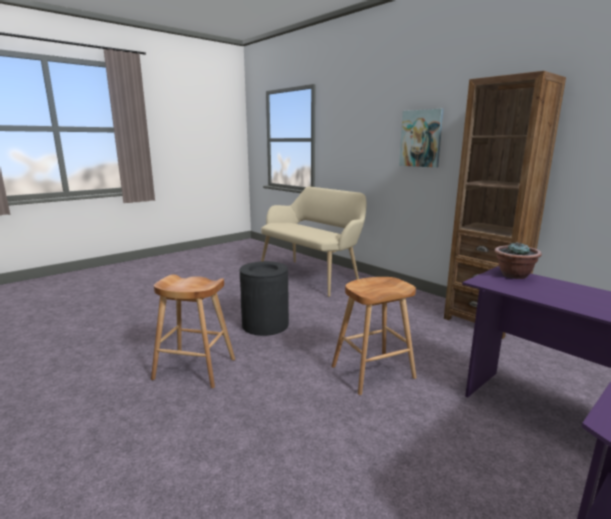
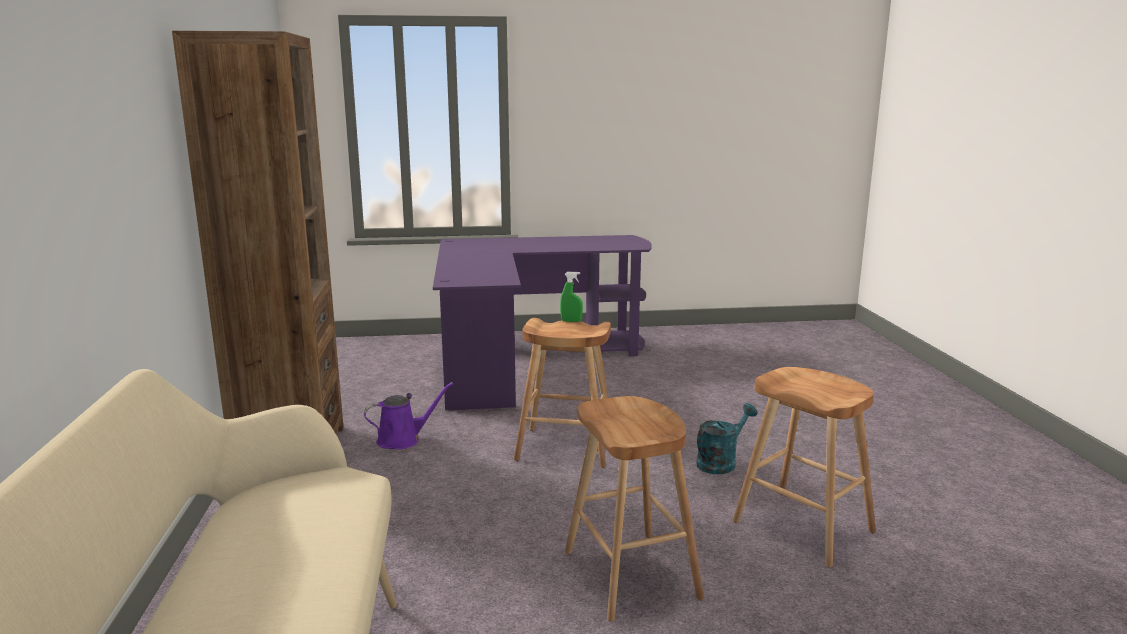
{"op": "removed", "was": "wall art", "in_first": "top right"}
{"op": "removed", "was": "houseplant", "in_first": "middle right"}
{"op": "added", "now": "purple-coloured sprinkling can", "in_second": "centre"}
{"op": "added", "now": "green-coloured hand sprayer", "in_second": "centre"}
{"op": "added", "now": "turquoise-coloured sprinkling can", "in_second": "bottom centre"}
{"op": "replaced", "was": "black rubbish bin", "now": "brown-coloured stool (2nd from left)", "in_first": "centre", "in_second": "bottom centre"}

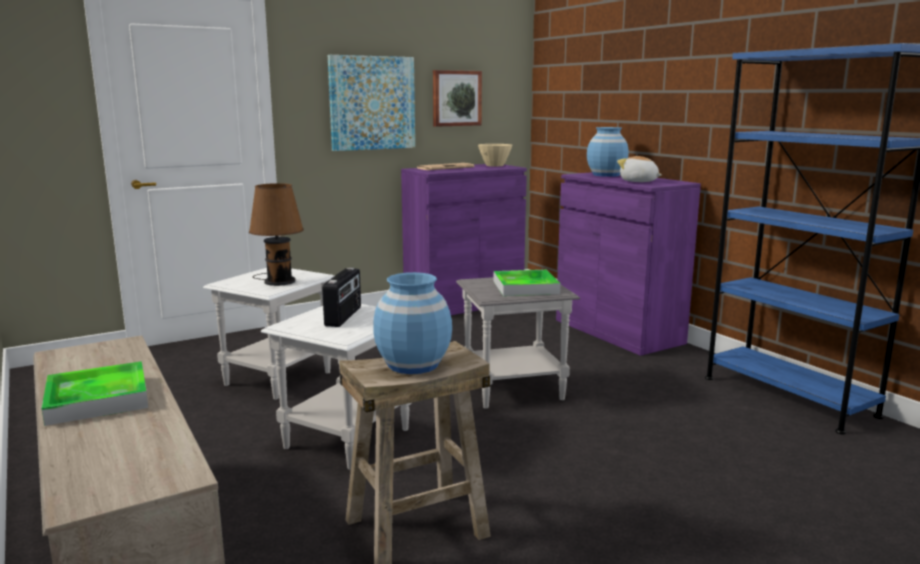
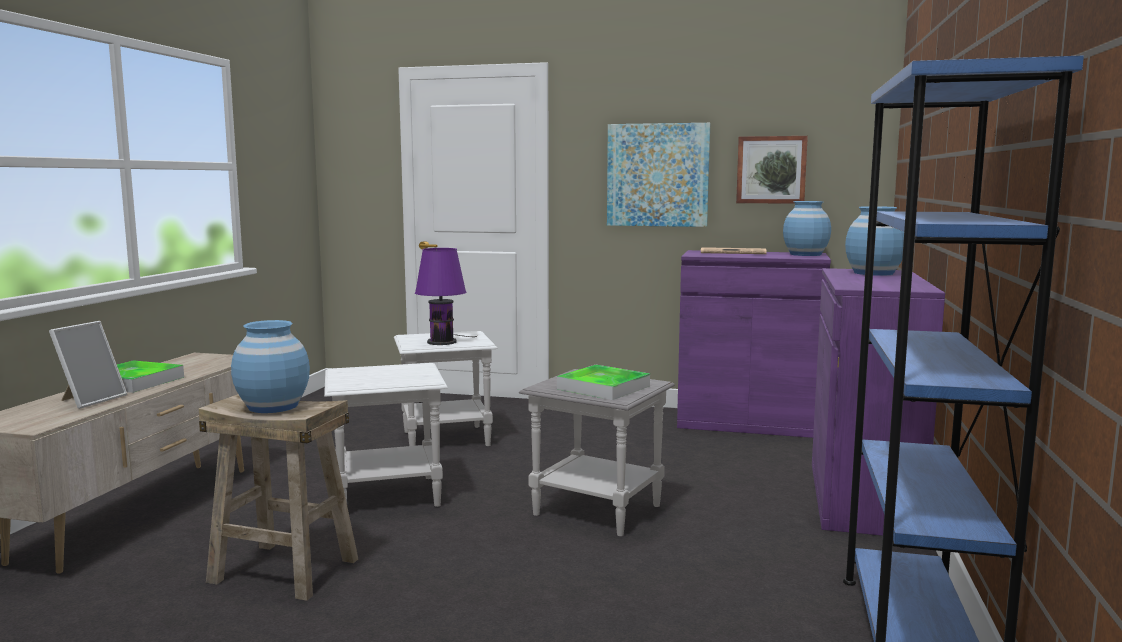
{"op": "removed", "was": "radio set", "in_first": "centre"}
{"op": "removed", "was": "cuddly toy", "in_first": "top right"}
{"op": "added", "now": "photo frame", "in_second": "middle left"}
{"op": "replaced", "was": "beige serving bowl", "now": "blue-coloured flower vase (2nd from left)", "in_first": "top centre", "in_second": "middle right"}
{"op": "recoloured", "was": "brown-coloured lamp for a table", "now": "purple-coloured lamp for a table", "in_first": "middle left", "in_second": "centre"}

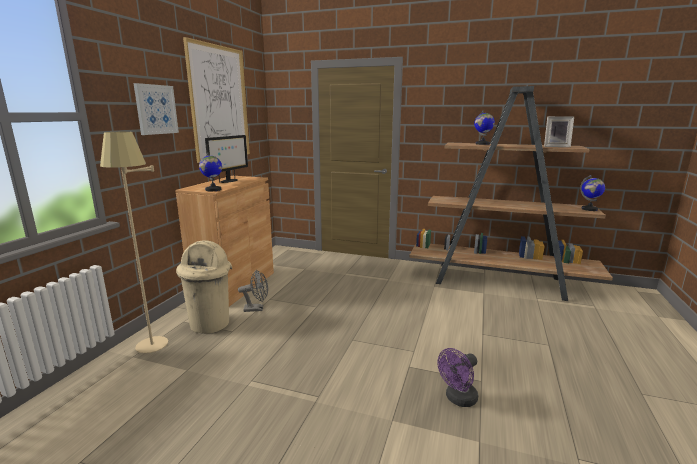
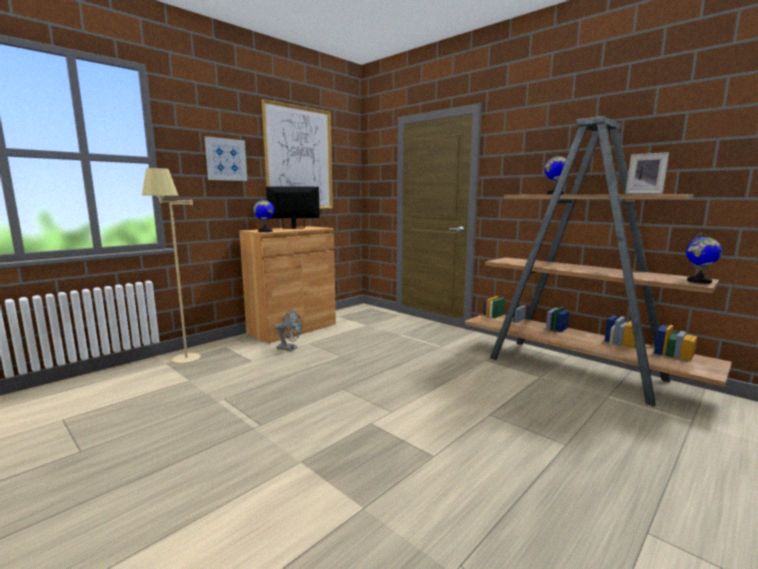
{"op": "removed", "was": "beige rubbish bin", "in_first": "middle left"}
{"op": "removed", "was": "purple-coloured cooling fan", "in_first": "bottom centre"}
{"op": "turned", "was": "computer screen", "in_first": "middle left", "in_second": "centre", "clockwise": -150}

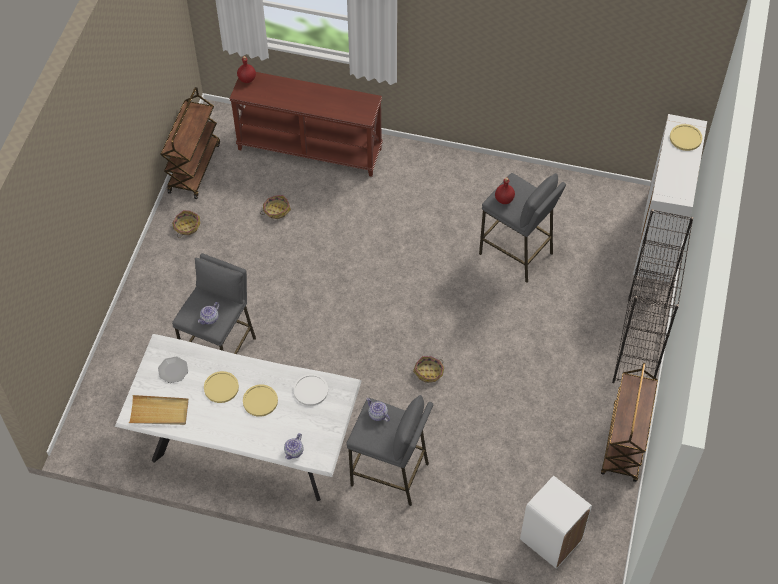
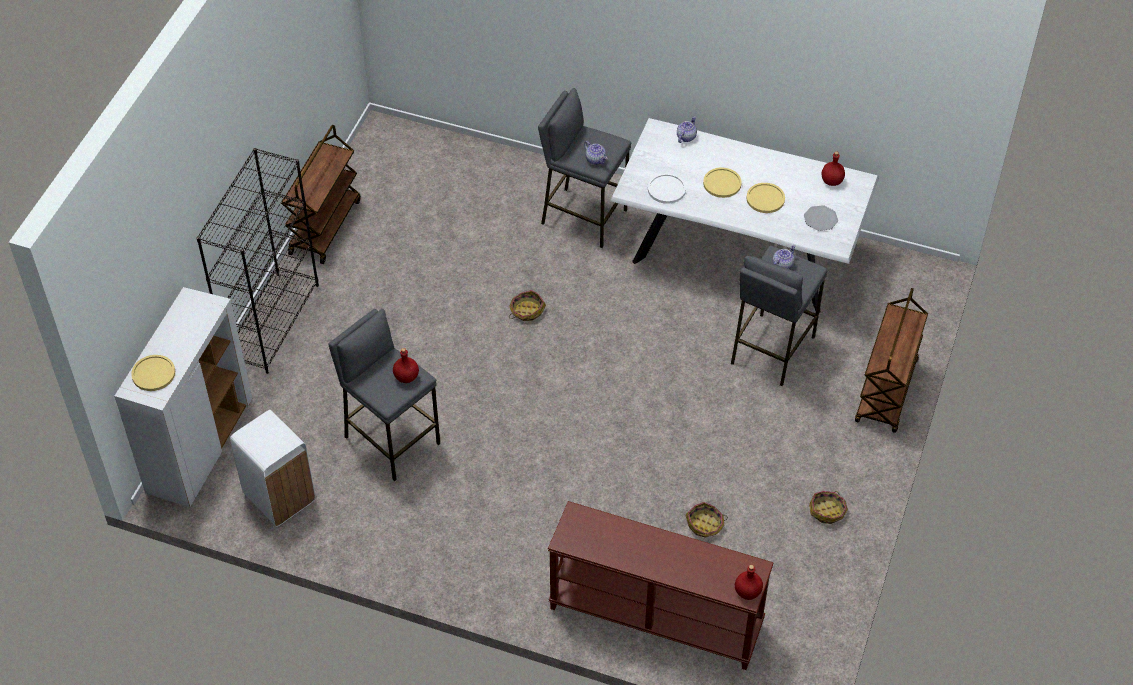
{"op": "moved", "was": "brown-coloured cart (1st from left in the first image)", "now": "brown-coloured cart (2nd from left)", "in_first": "top left", "in_second": "middle right"}
{"op": "moved", "was": "white rubbish bin", "in_first": "bottom right", "in_second": "bottom left"}
{"op": "replaced", "was": "beige tray", "now": "red bottle (3rd from left)", "in_first": "bottom left", "in_second": "top right"}

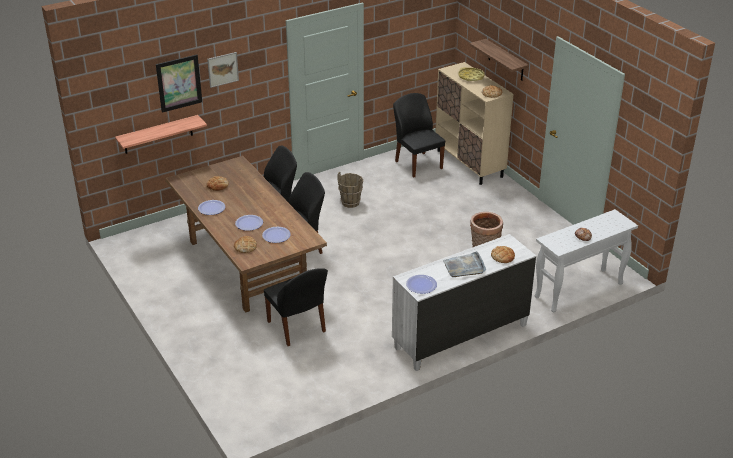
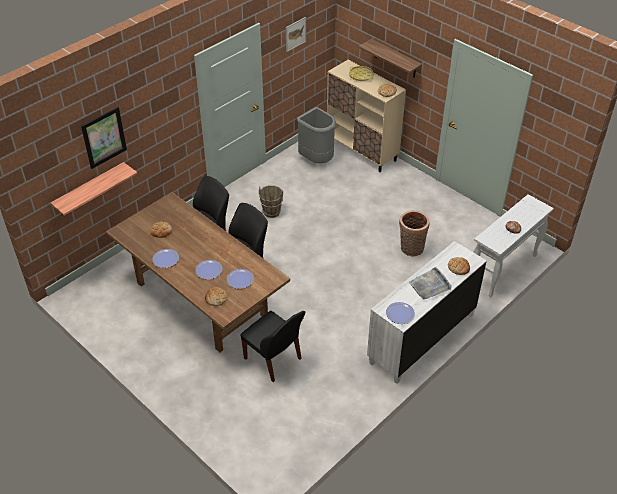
{"op": "moved", "was": "wall art (2nd from left)", "in_first": "top left", "in_second": "top centre"}
{"op": "replaced", "was": "black plain chair (4th from left)", "now": "greyish rubbish bin", "in_first": "top centre", "in_second": "top centre"}

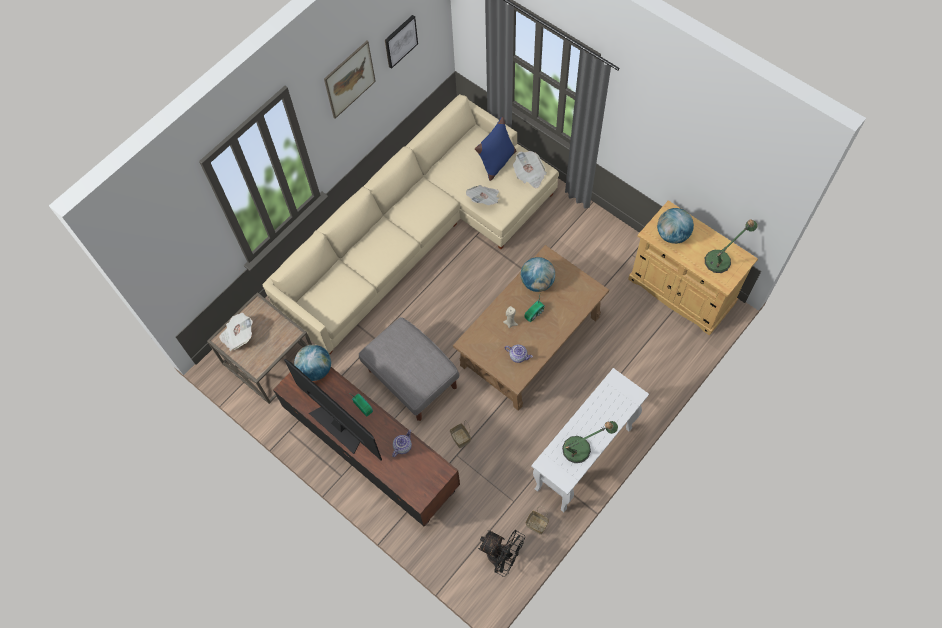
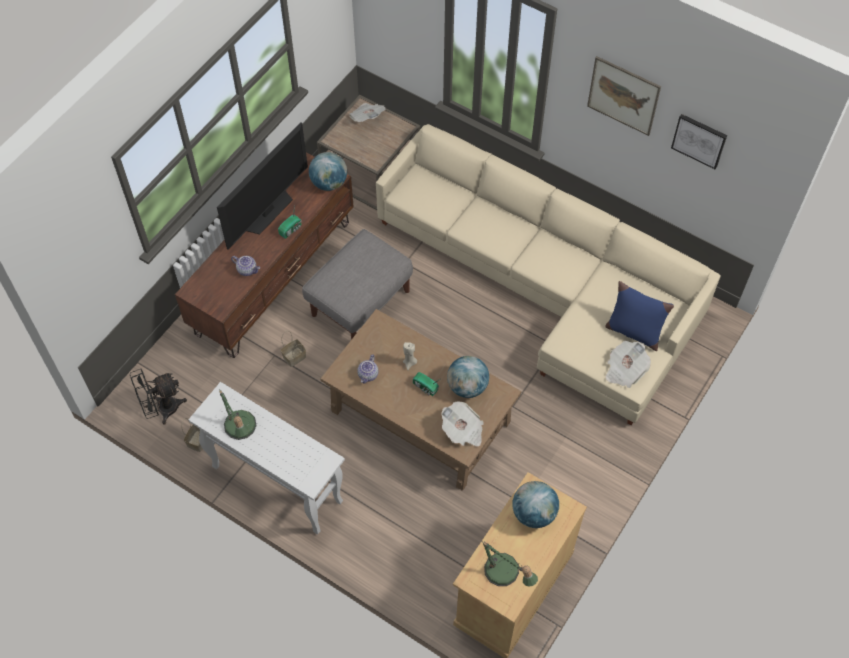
{"op": "moved", "was": "printed paper (2nd from left)", "in_first": "top centre", "in_second": "centre"}
{"op": "turned", "was": "black cooling fan", "in_first": "bottom centre", "in_second": "middle left", "clockwise": 45}

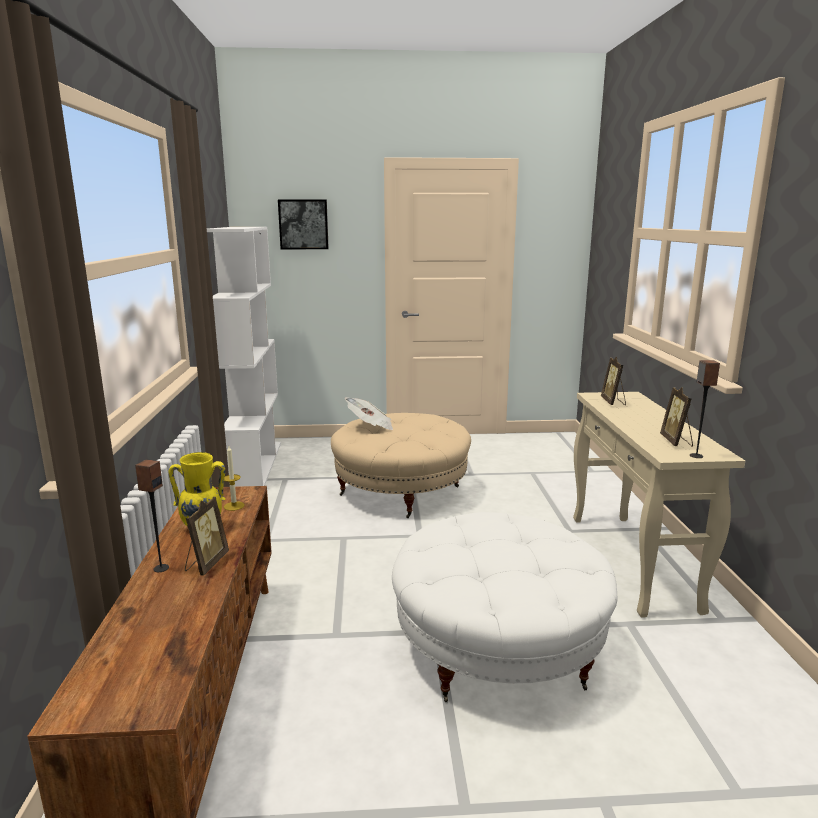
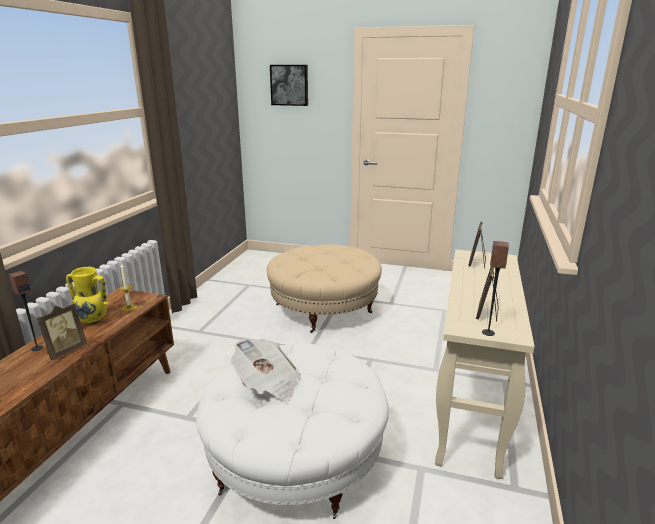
{"op": "removed", "was": "white bookcase", "in_first": "middle left"}
{"op": "moved", "was": "printed paper", "in_first": "centre", "in_second": "bottom centre"}

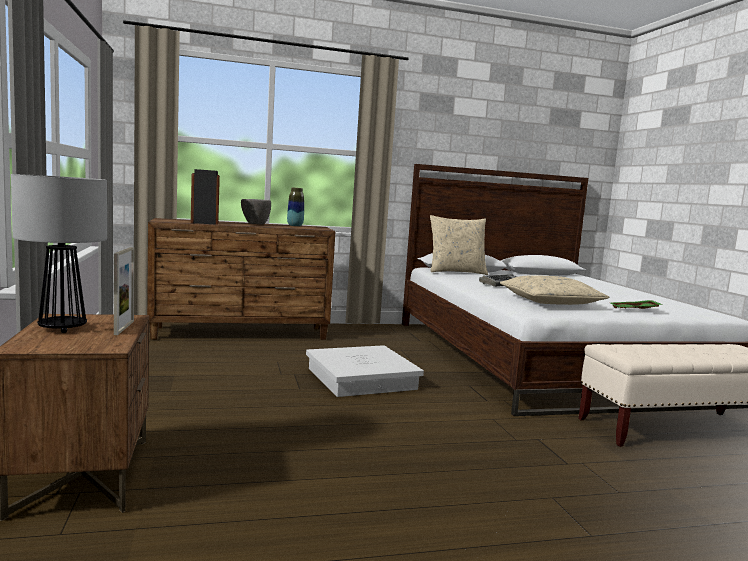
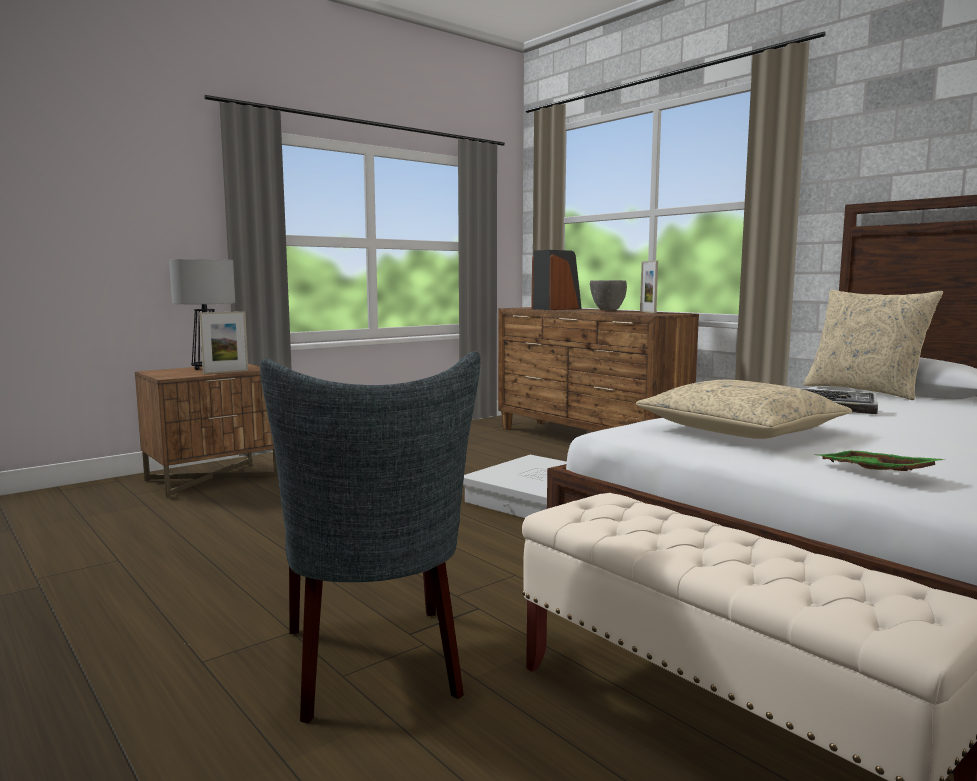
{"op": "added", "now": "greyish plain chair", "in_second": "bottom centre"}
{"op": "replaced", "was": "flower vase", "now": "photo frame (2nd from left)", "in_first": "centre", "in_second": "centre"}

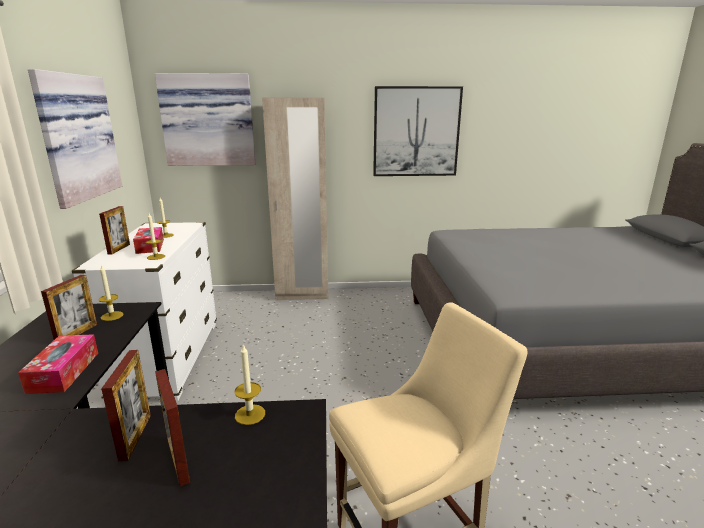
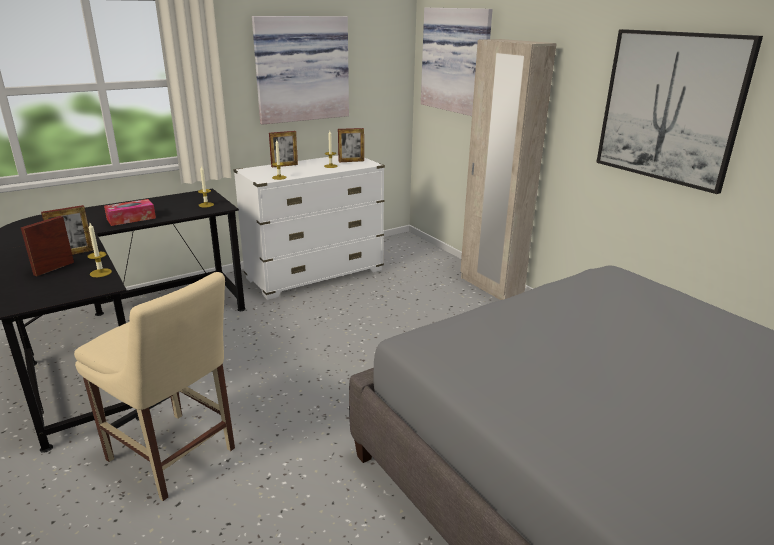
{"op": "removed", "was": "tissue holder (2nd from left)", "in_first": "middle left"}
{"op": "moved", "was": "photo frame (1st from left in the first image)", "now": "photo frame (4th from left)", "in_first": "middle left", "in_second": "top centre"}

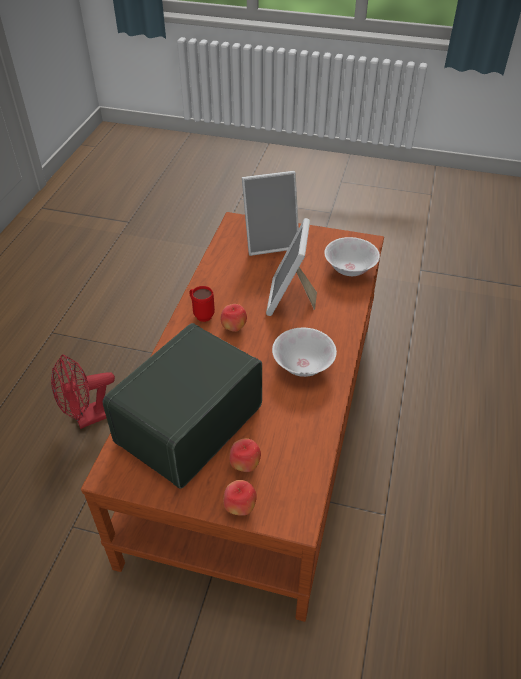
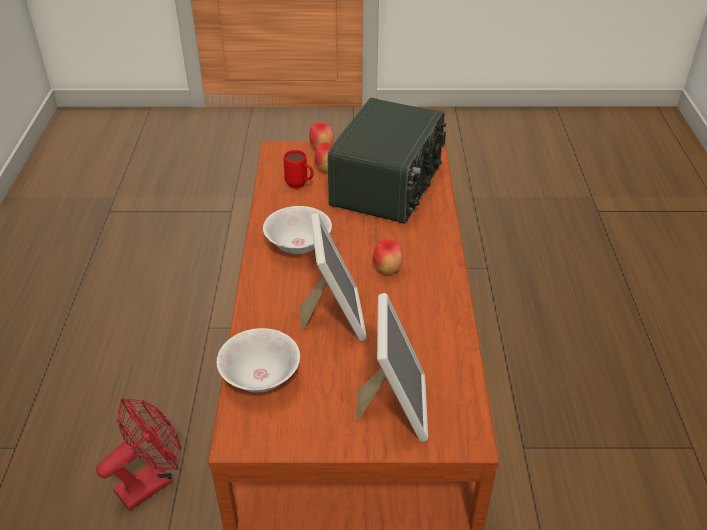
{"op": "moved", "was": "red cooling fan", "in_first": "middle left", "in_second": "bottom left"}
{"op": "moved", "was": "red tea mug", "in_first": "centre", "in_second": "top centre"}
{"op": "turned", "was": "photo frame (1st from left in the first image)", "in_first": "top centre", "in_second": "bottom centre", "clockwise": 120}

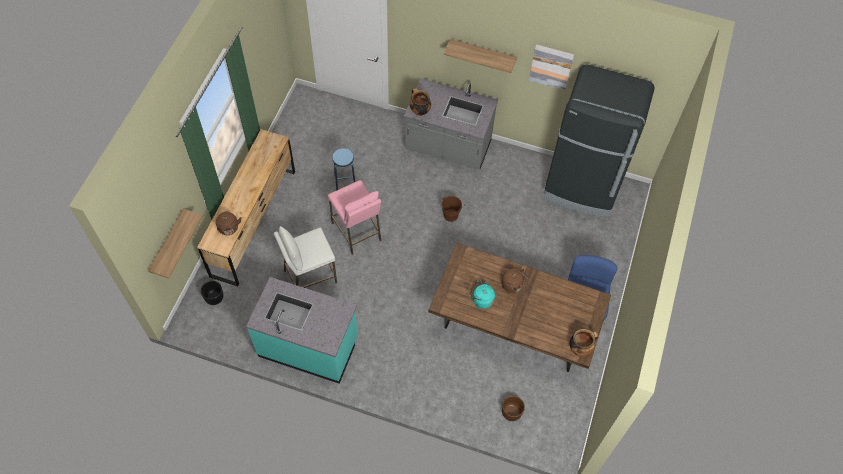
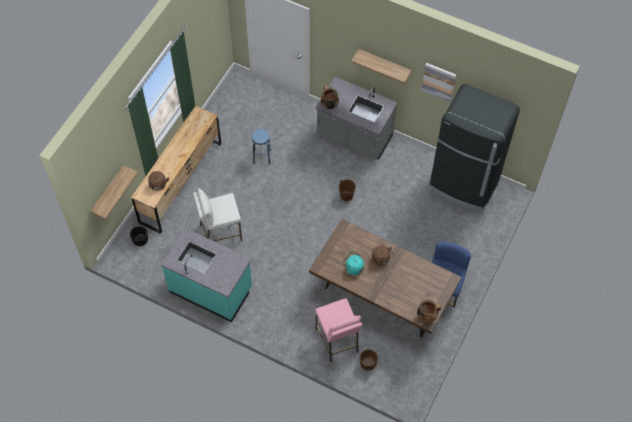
{"op": "moved", "was": "pinkish stool", "in_first": "centre", "in_second": "bottom centre"}

